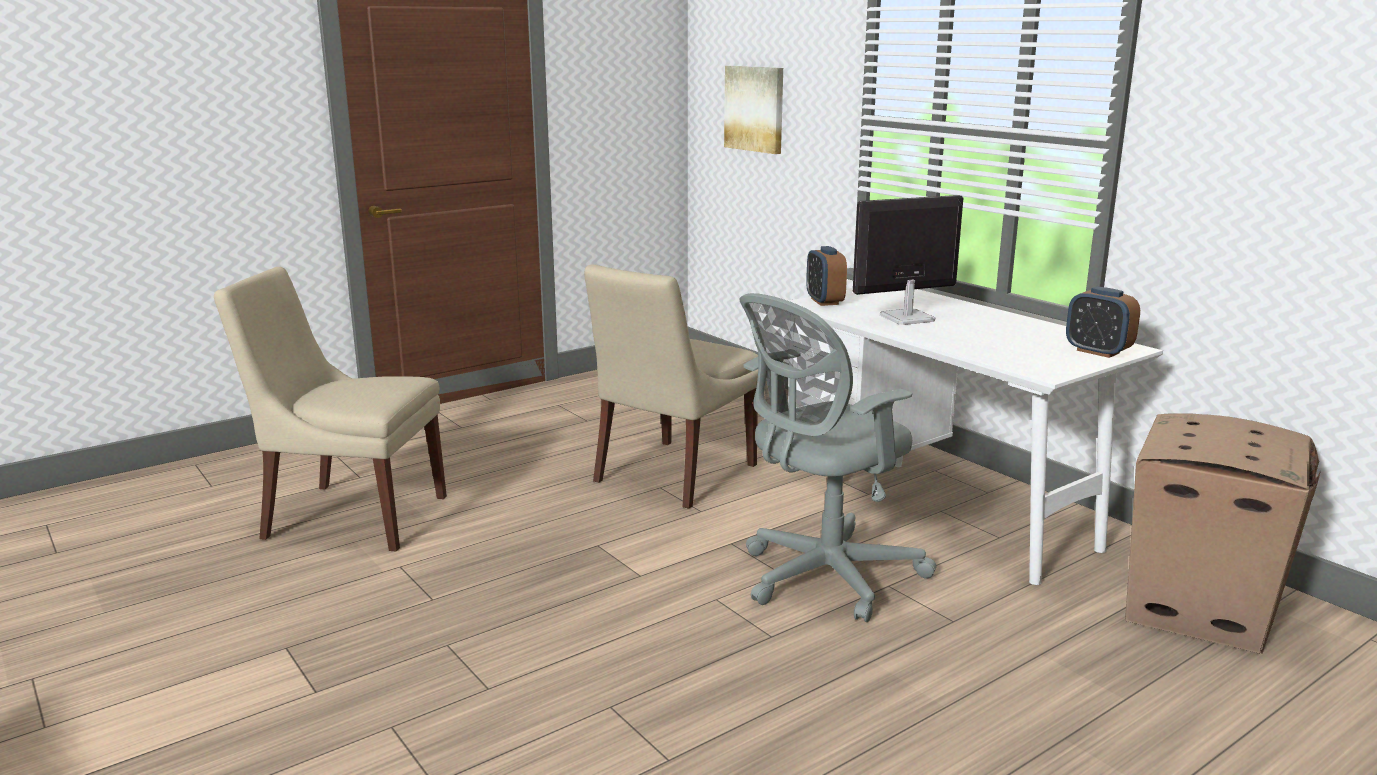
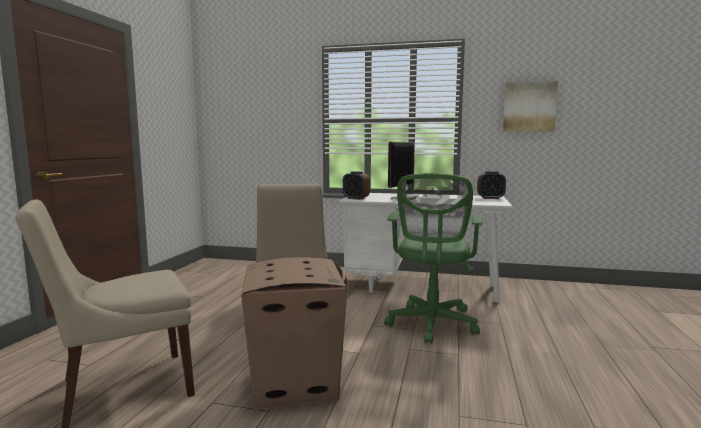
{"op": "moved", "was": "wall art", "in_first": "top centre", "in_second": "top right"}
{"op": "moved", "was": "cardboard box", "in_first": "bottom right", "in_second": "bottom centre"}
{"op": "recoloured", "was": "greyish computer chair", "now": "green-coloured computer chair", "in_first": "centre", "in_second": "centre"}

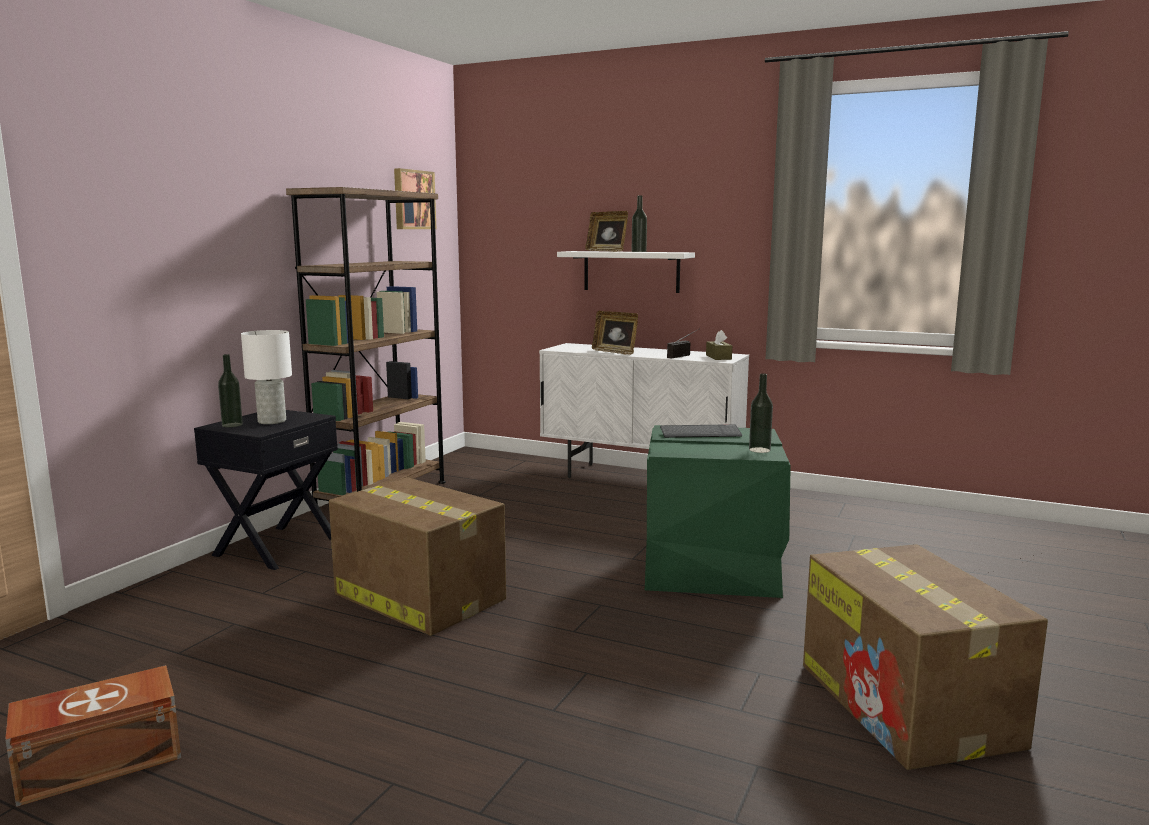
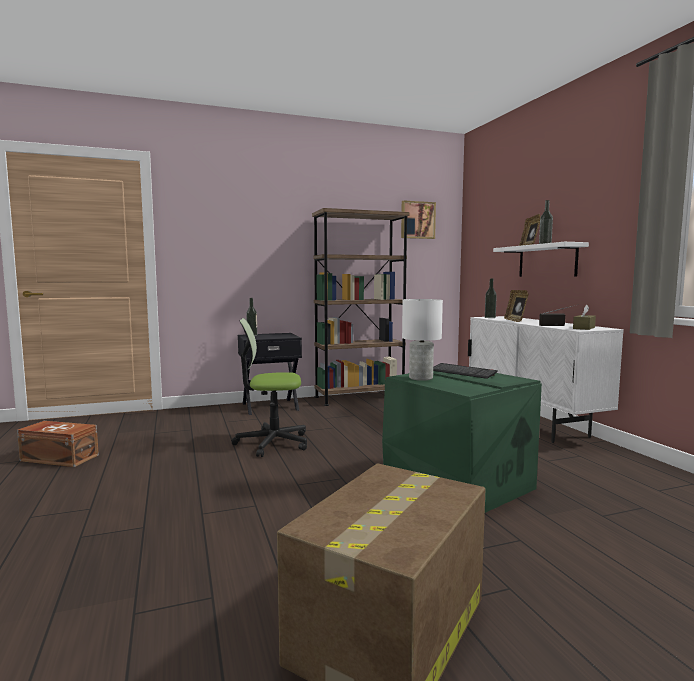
{"op": "moved", "was": "white lamp for a table", "in_first": "middle left", "in_second": "centre"}
{"op": "moved", "was": "bottle (3rd from left in the first image)", "now": "bottle (2nd from left)", "in_first": "centre", "in_second": "middle right"}
{"op": "replaced", "was": "cardboard box (1st from left)", "now": "computer chair", "in_first": "bottom centre", "in_second": "centre"}

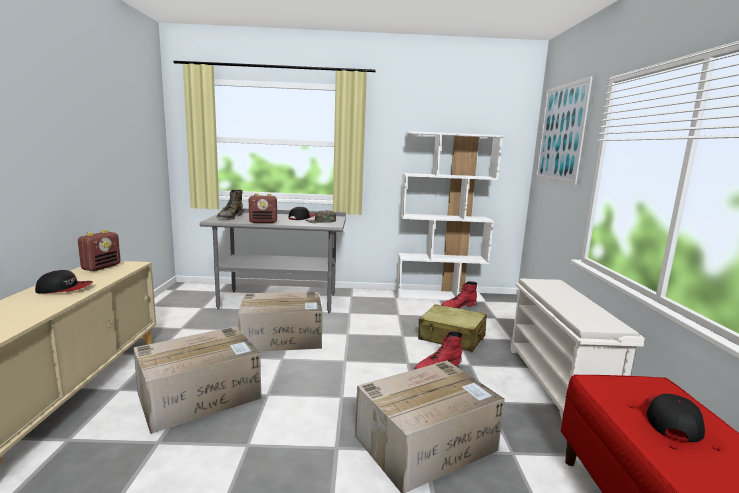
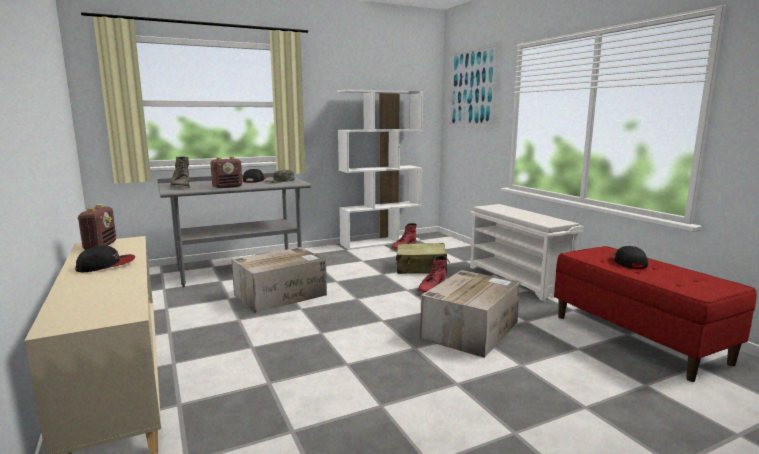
{"op": "removed", "was": "cardboard box (1st from left)", "in_first": "bottom left"}

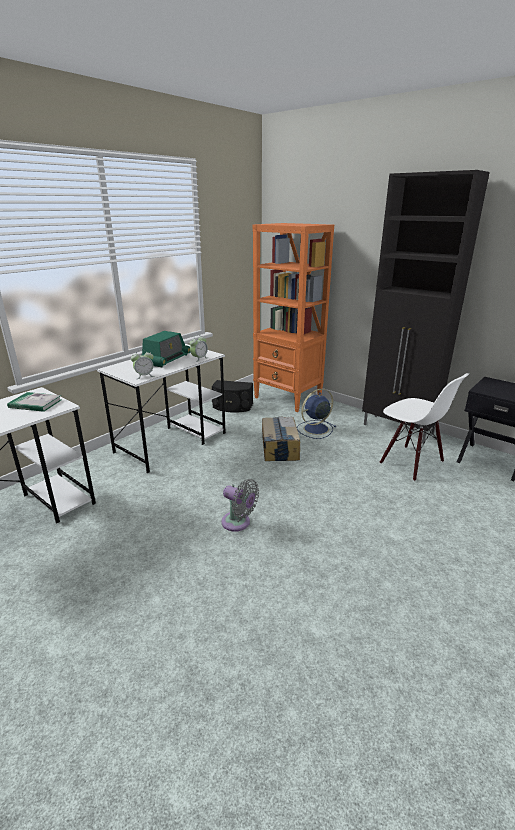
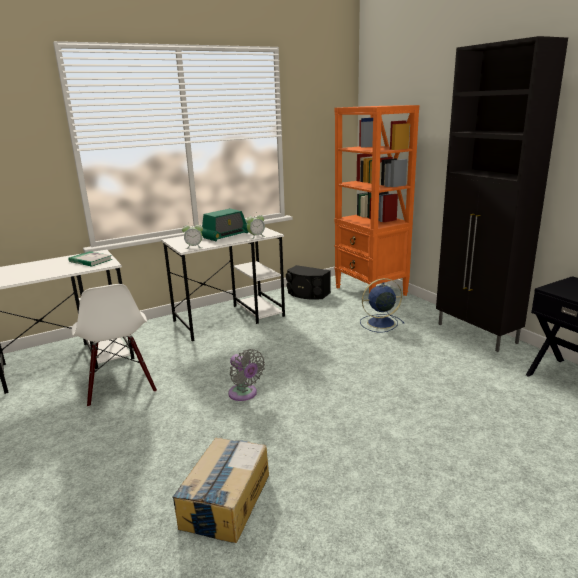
{"op": "moved", "was": "cardboard box", "in_first": "centre", "in_second": "bottom centre"}
{"op": "moved", "was": "white plain chair", "in_first": "middle right", "in_second": "middle left"}

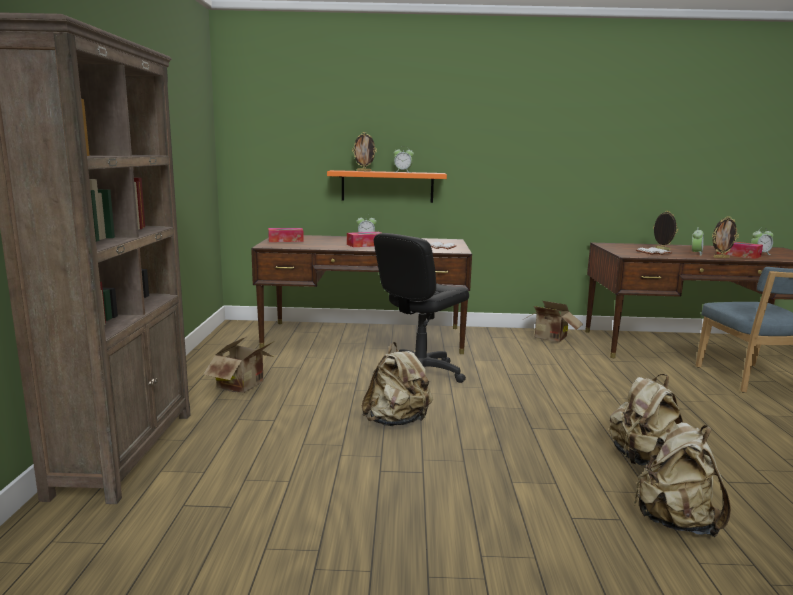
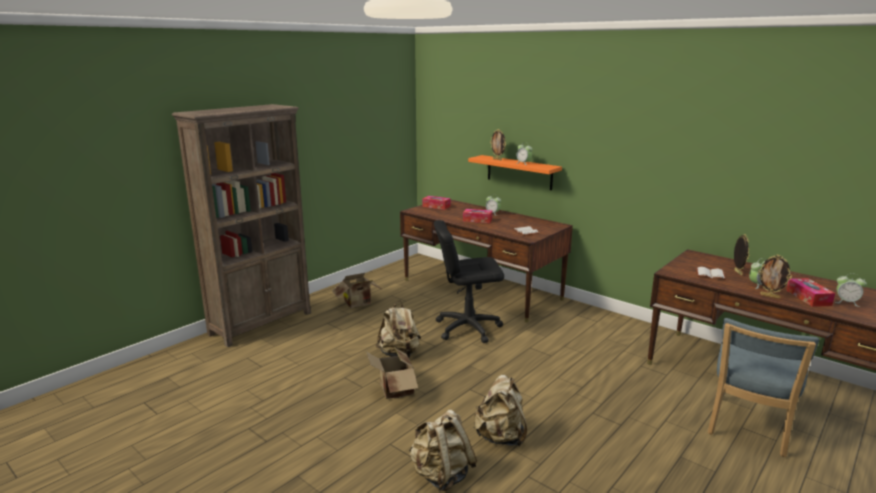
{"op": "moved", "was": "cardboard box (2nd from left)", "in_first": "middle right", "in_second": "bottom centre"}

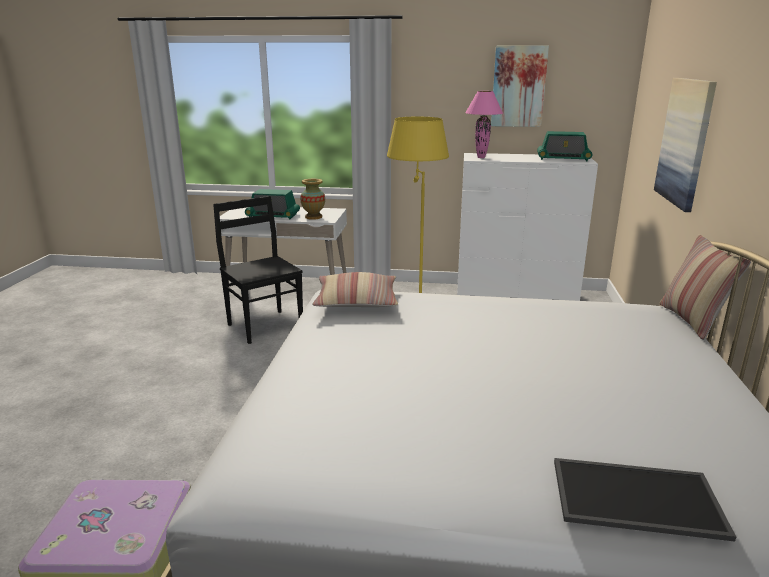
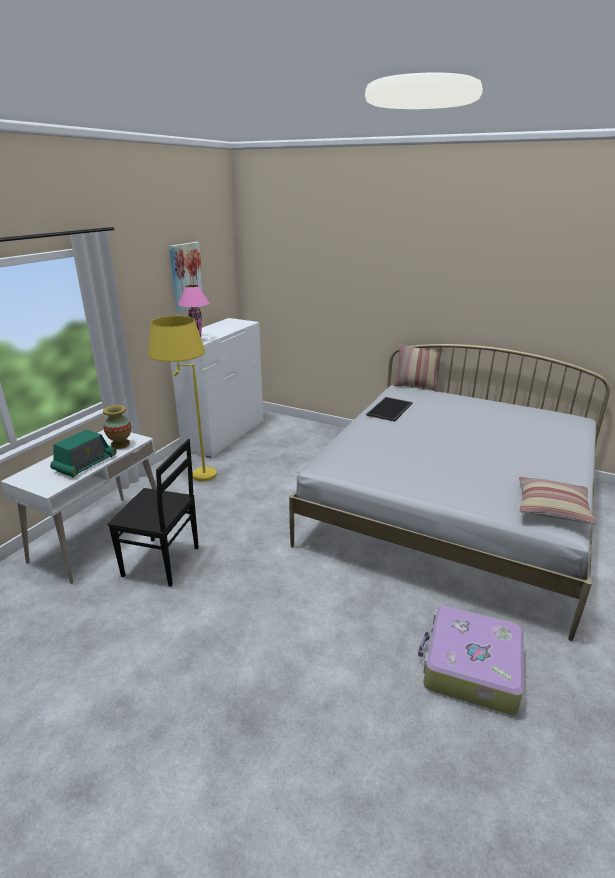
{"op": "removed", "was": "radio set (2nd from left)", "in_first": "top right"}
{"op": "removed", "was": "wall art (2nd from left)", "in_first": "top right"}
{"op": "moved", "was": "pillow (1st from left in the first image)", "now": "pillow (2nd from left)", "in_first": "centre", "in_second": "middle right"}
{"op": "moved", "was": "tray", "in_first": "bottom right", "in_second": "centre"}
{"op": "turned", "was": "black plain chair", "in_first": "centre", "in_second": "middle left", "clockwise": -150}

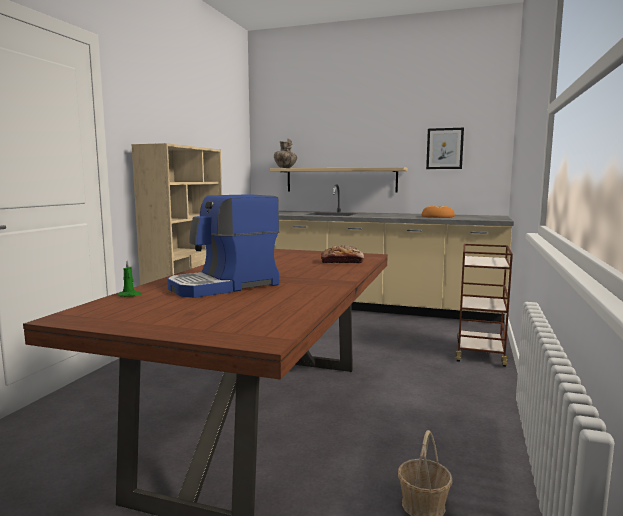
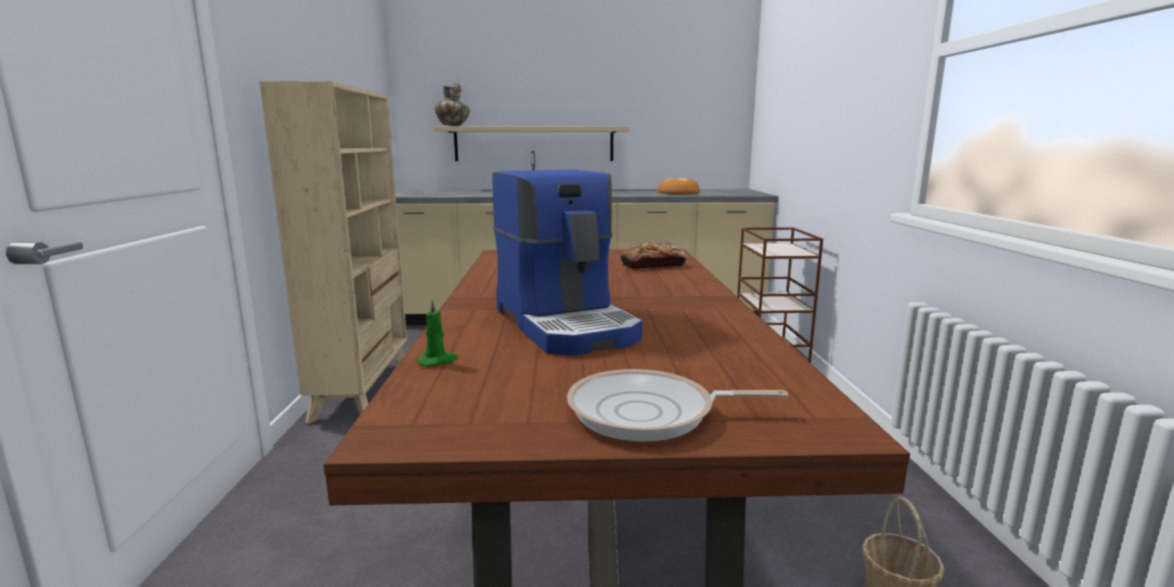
{"op": "removed", "was": "wall art", "in_first": "top right"}
{"op": "added", "now": "frying pan", "in_second": "bottom centre"}
{"op": "turned", "was": "coffee brewer", "in_first": "centre", "in_second": "centre", "clockwise": -60}

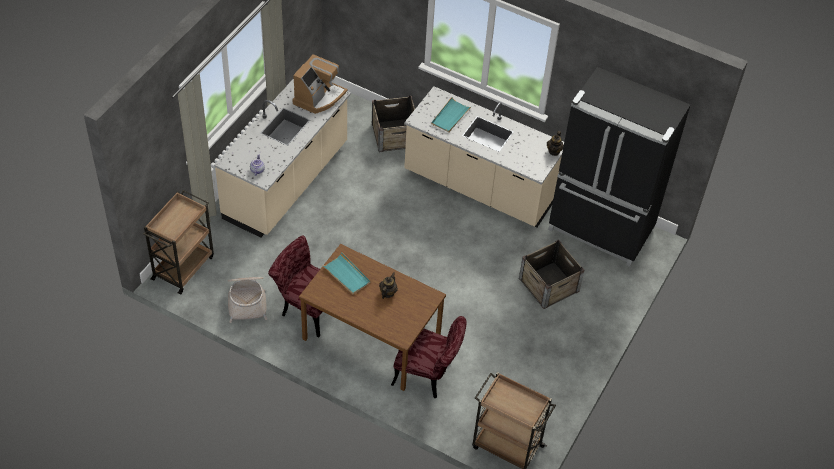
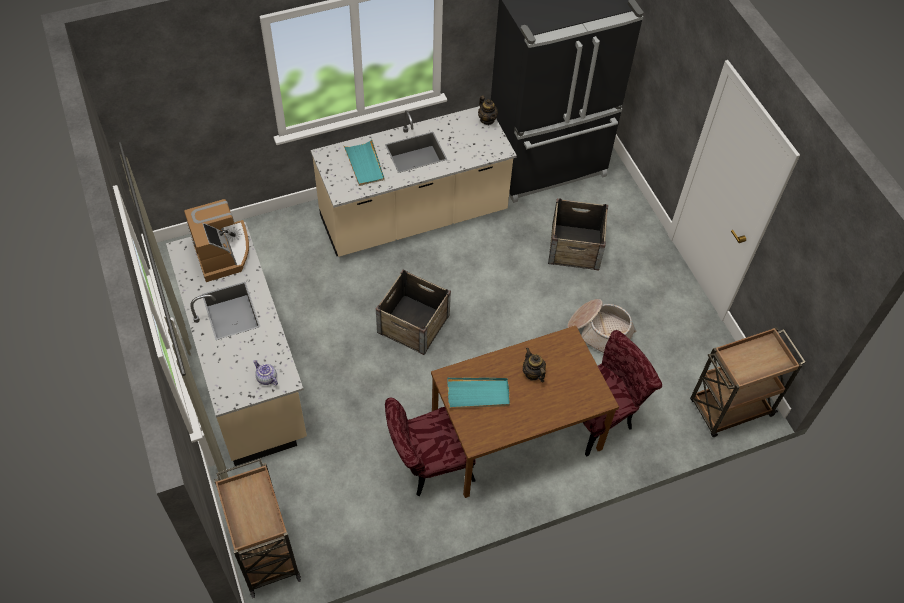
{"op": "moved", "was": "basket", "in_first": "middle left", "in_second": "centre"}
{"op": "moved", "was": "crate (1st from left)", "in_first": "top centre", "in_second": "centre"}

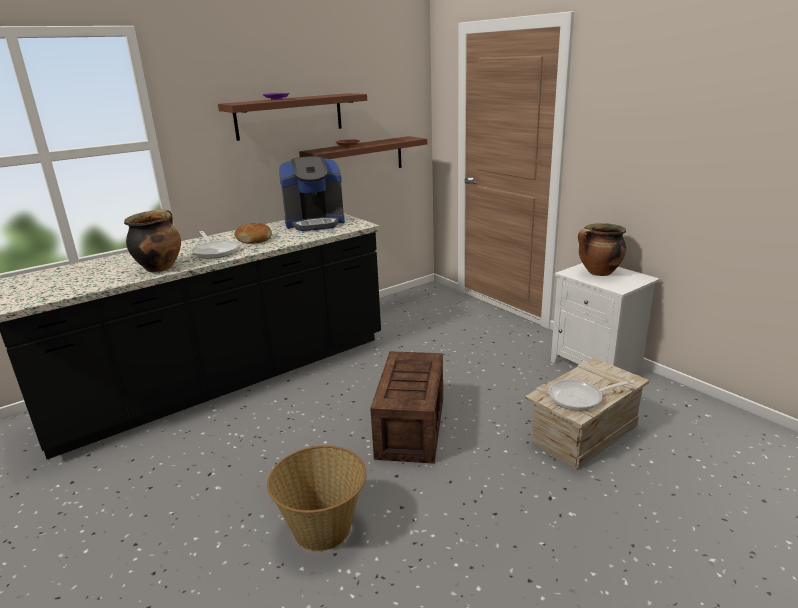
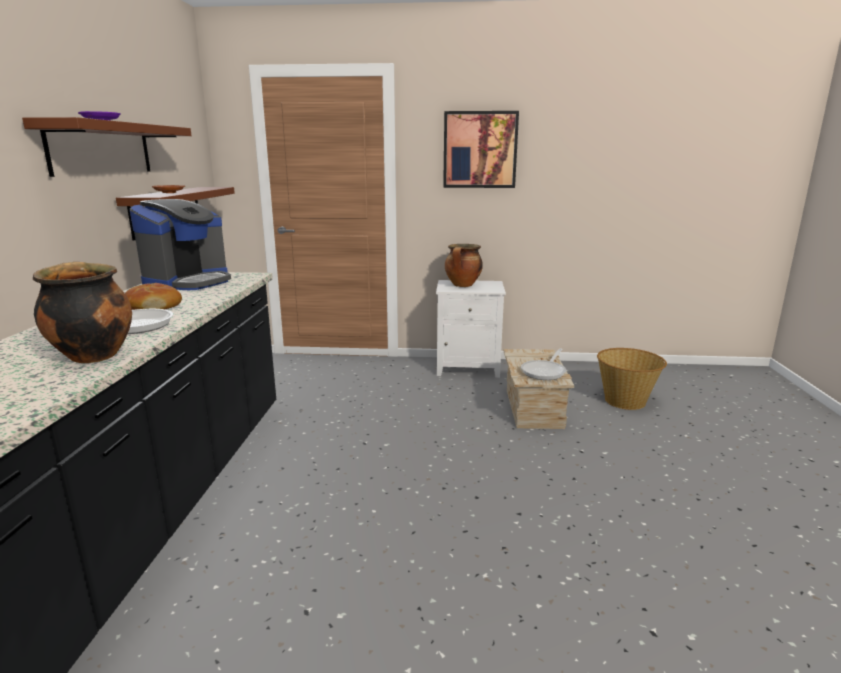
{"op": "removed", "was": "crate (1st from left)", "in_first": "bottom centre"}
{"op": "added", "now": "wall art", "in_second": "top centre"}
{"op": "moved", "was": "basket", "in_first": "bottom centre", "in_second": "middle right"}

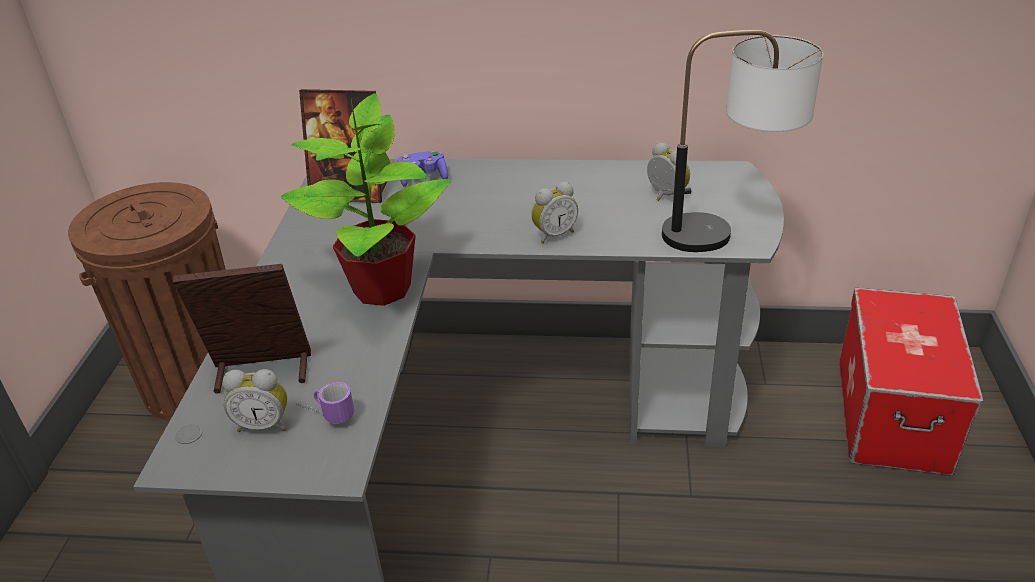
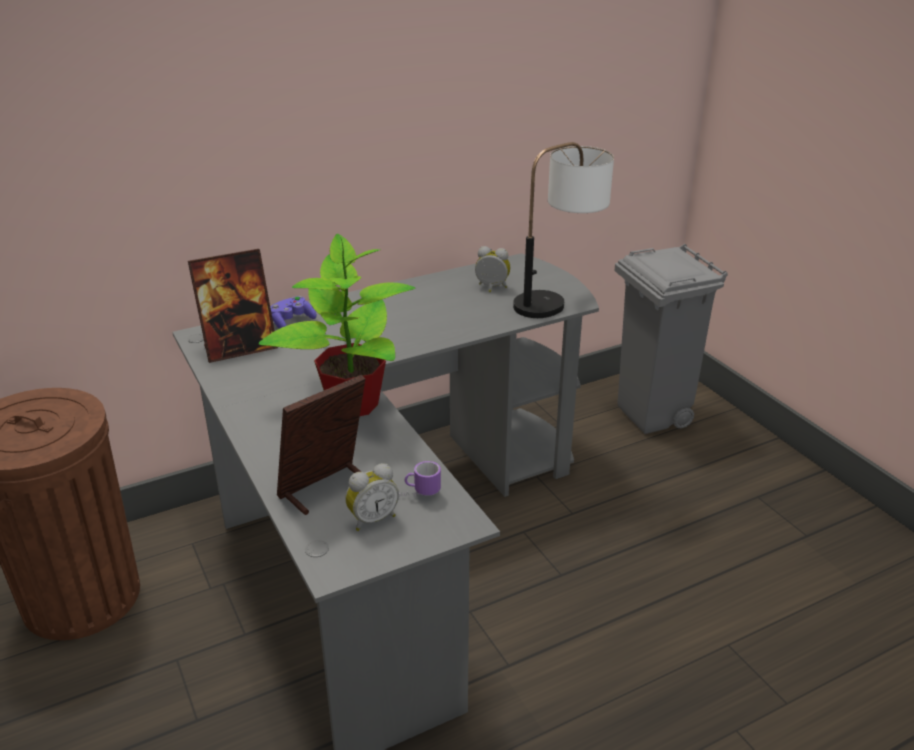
{"op": "removed", "was": "alarm clock (2nd from left)", "in_first": "centre"}
{"op": "replaced", "was": "storage bin", "now": "greyish rubbish bin", "in_first": "middle right", "in_second": "middle right"}

